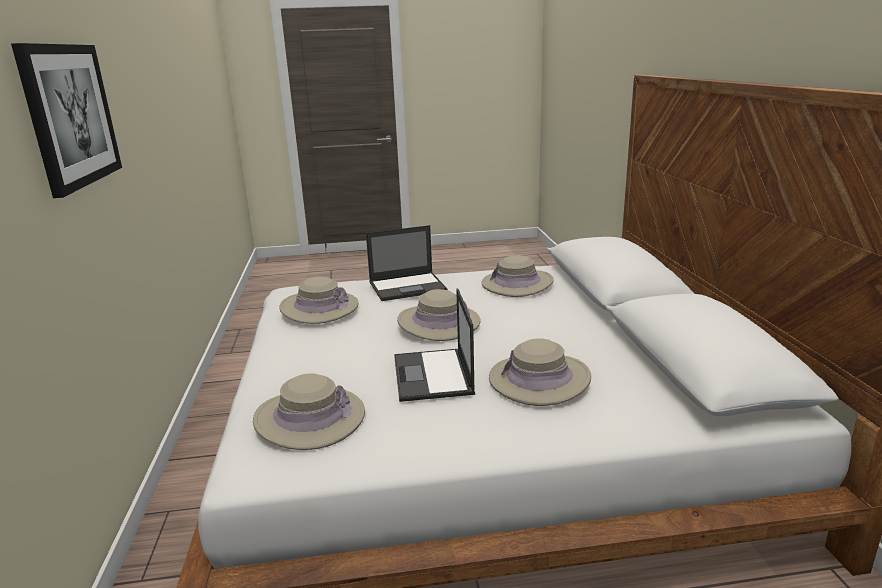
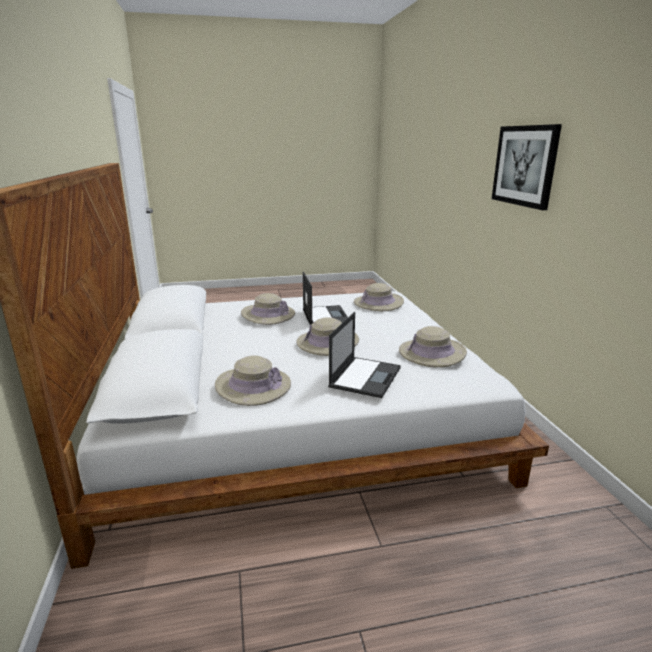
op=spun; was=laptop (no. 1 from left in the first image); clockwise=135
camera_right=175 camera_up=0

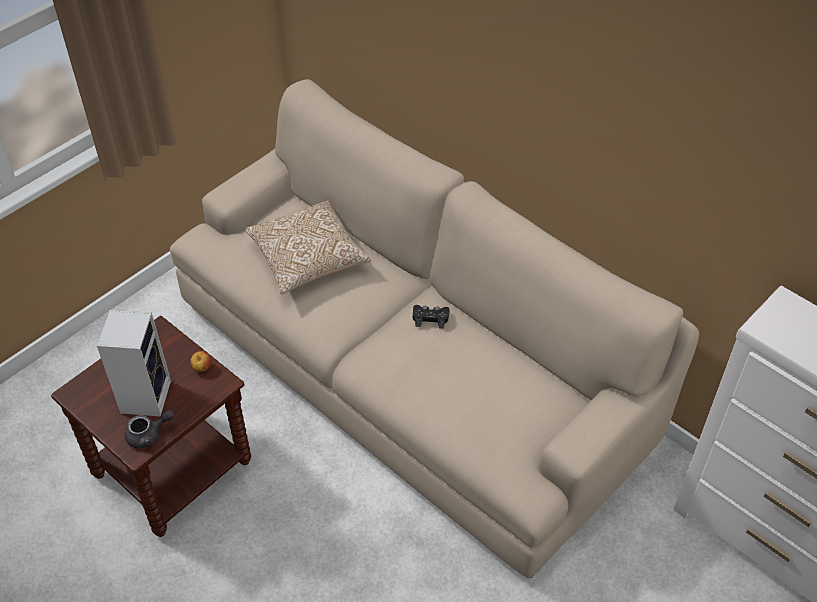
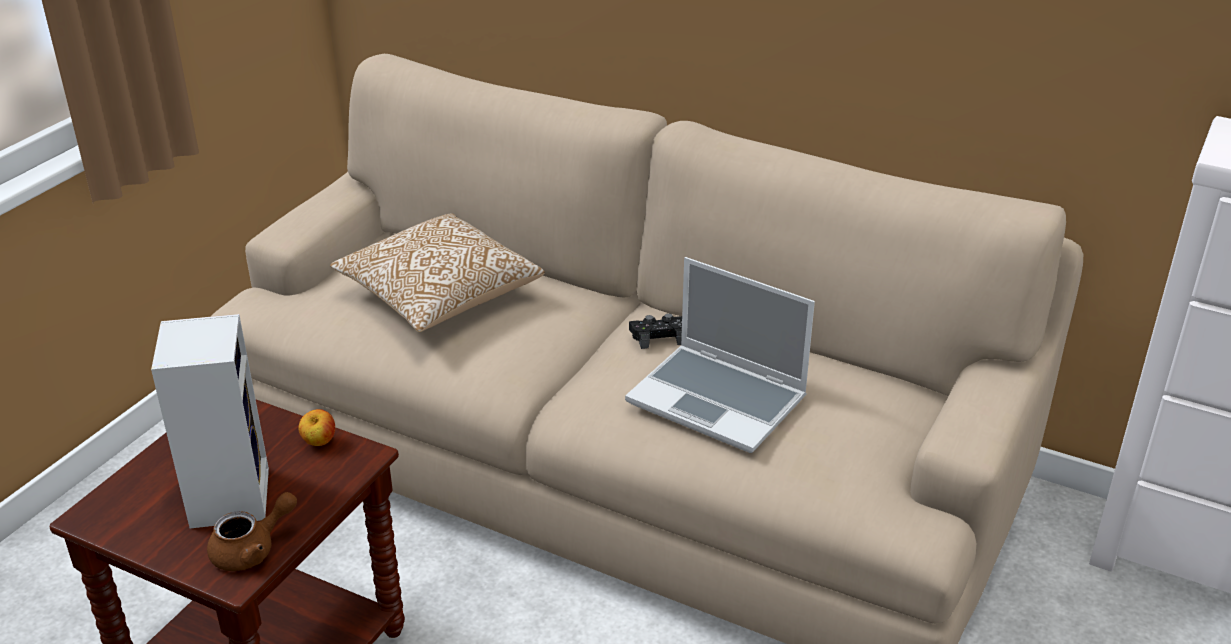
op=colour; was=teapot in greyish; now=teapot in brownish
op=appeared; now=laptop
camera_right=-15 camera_up=-15

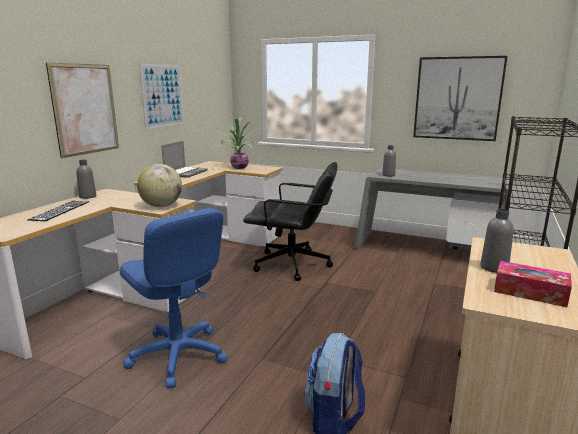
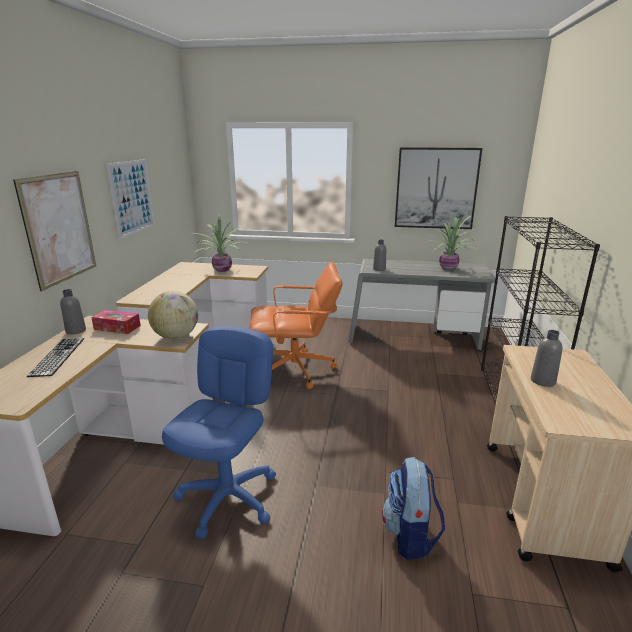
op=spun; was=office chair in blue-coloured; clockwise=-105
op=missing; was=laptop
op=colour; was=office chair in blackish; now=office chair in orangey
op=relocated; was=tissue holder
op=appeared; now=plant in a pot (no. 2 from left)
camera_right=-15 camera_up=5

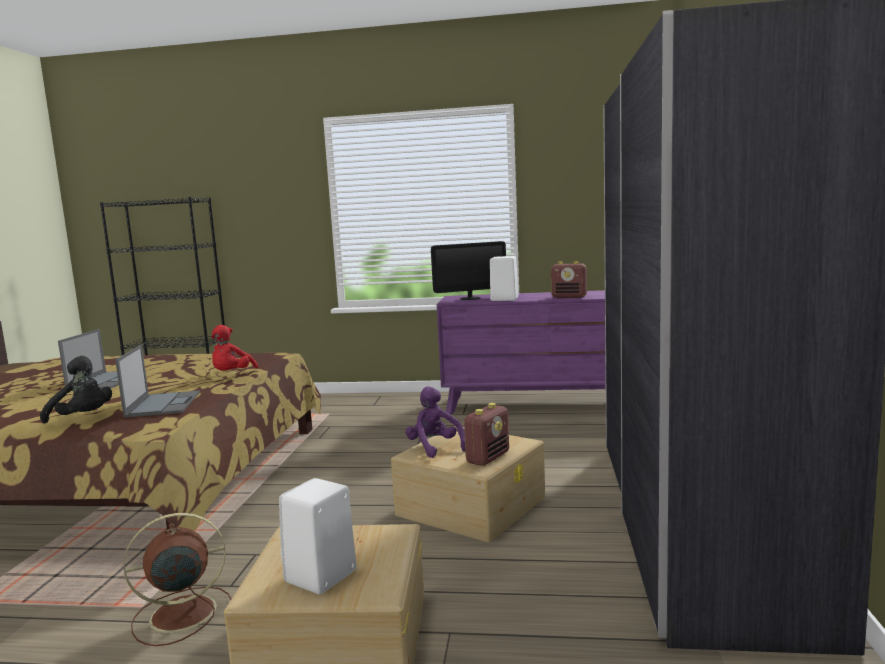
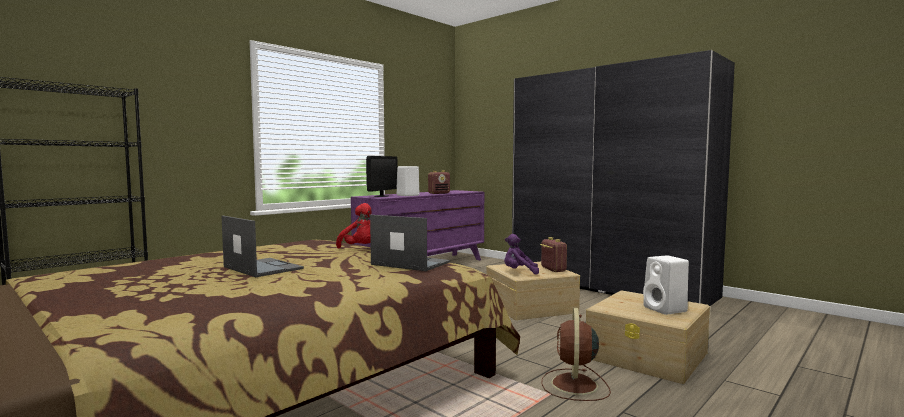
op=missing; was=cuddly toy in blackish
camera_right=-55 camera_up=-5

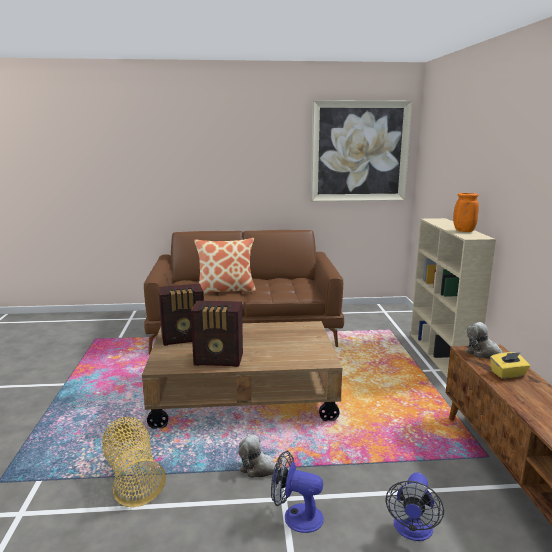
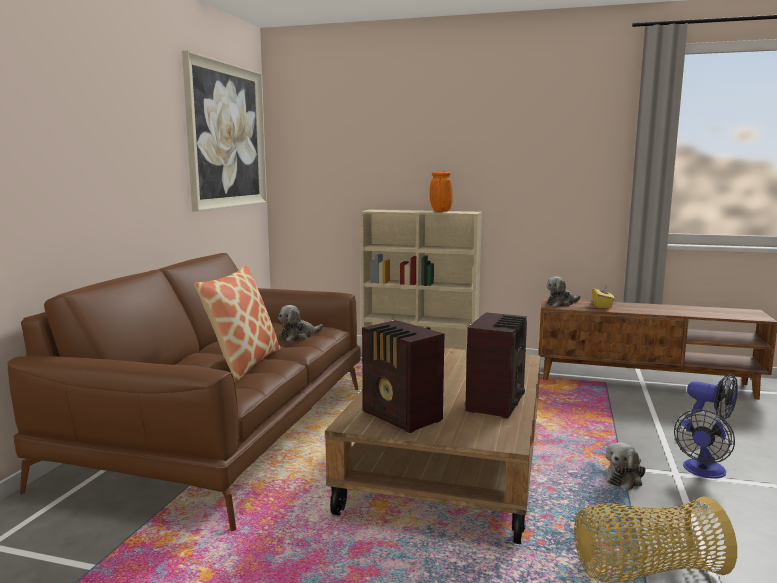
op=spun; was=radio (no. 1 from left); clockwise=135
op=appeared; now=cuddly toy (no. 1 from left)
camera_right=-70 camera_up=-5

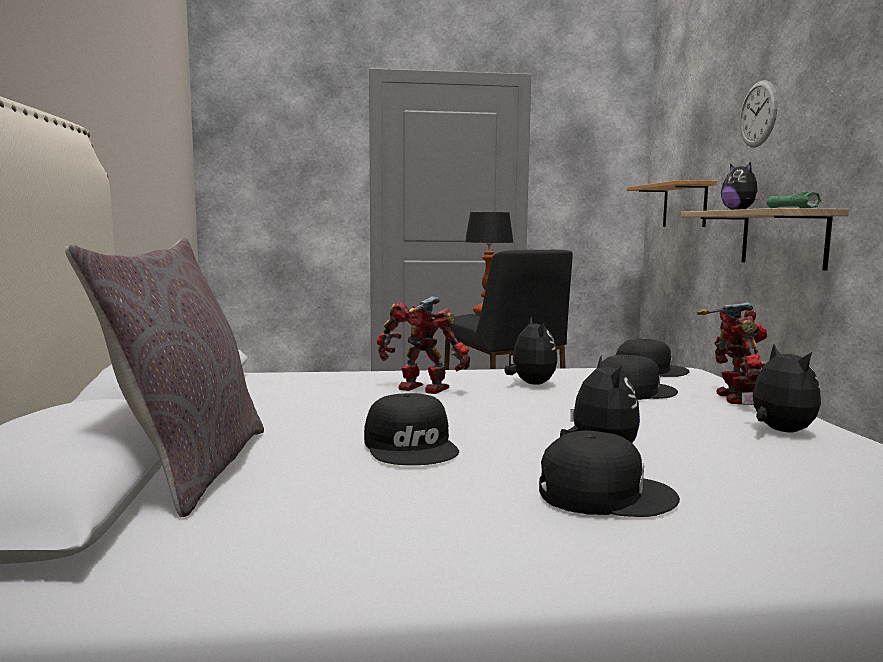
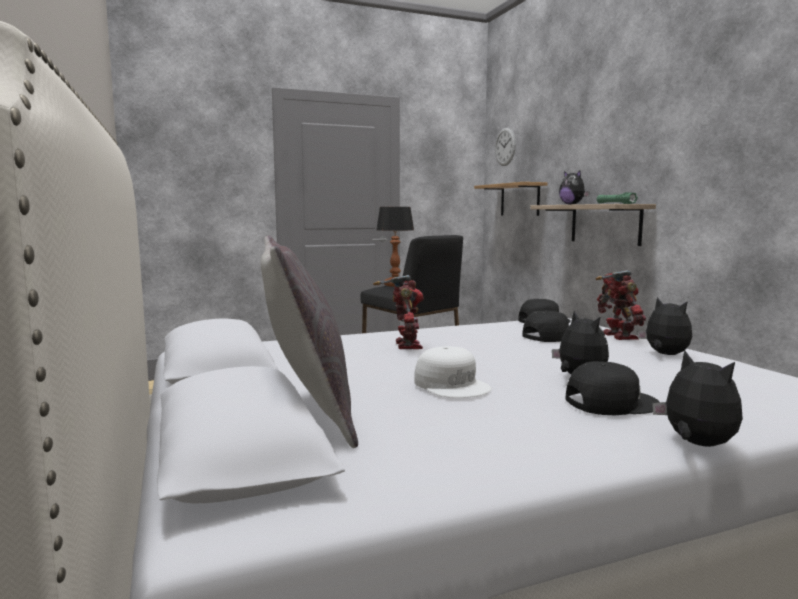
op=colour; was=cap in blackish (no. 1 from left); now=cap in white
op=spun; was=model robot (no. 1 from left); clockwise=75
op=relocated; was=cuddly toy (no. 1 from left in the first image); now=cuddly toy (no. 4 from left)
op=relocated; was=wall clock
camera_right=-15 camera_up=0

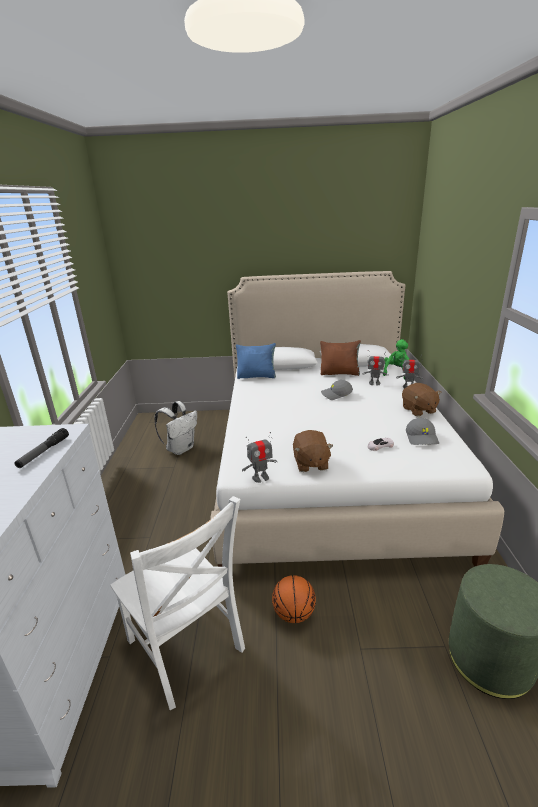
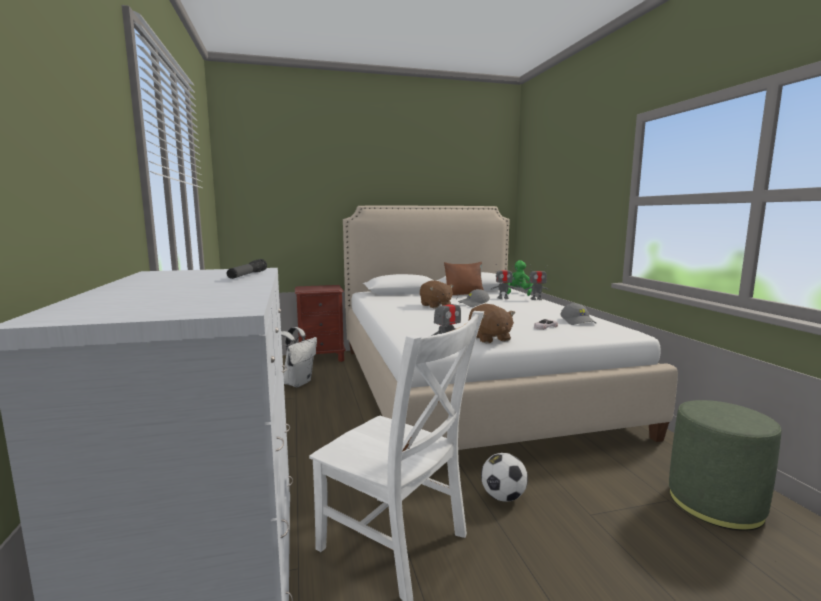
op=missing; was=throw pillow in blue-coloured
op=exchanged; was=ball for basketball; now=football ball
op=relocated; was=cuddly toy in brownish (no. 2 from left in the first image); now=cuddly toy in brownish (no. 1 from left)
op=appeared; now=night table in brownish
camera_right=-15 camera_up=-15

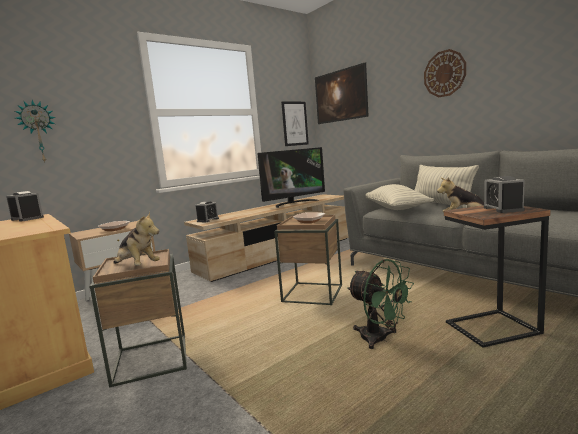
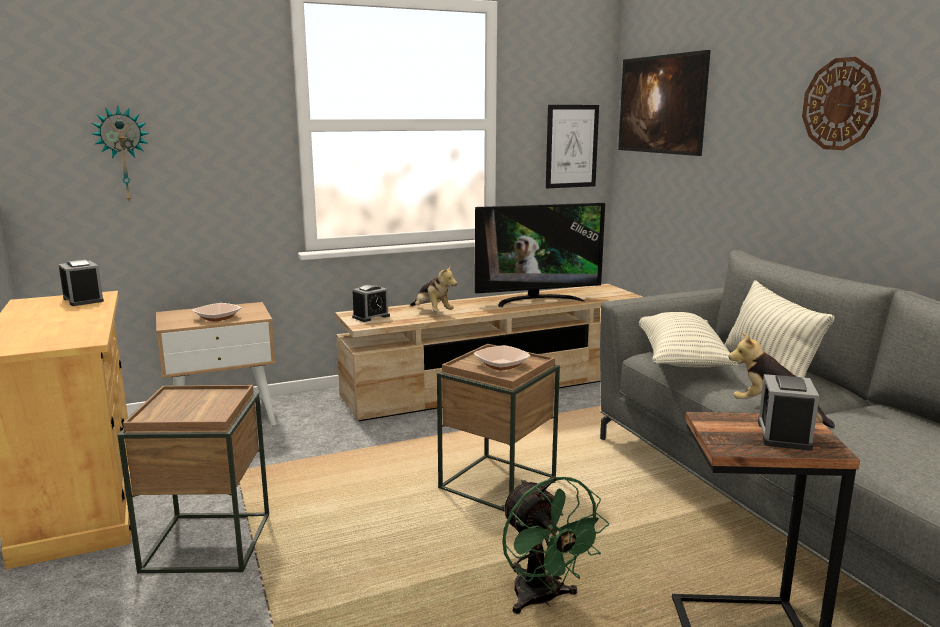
op=relocated; was=cuddly toy (no. 1 from left)
camera_right=15 camera_up=5

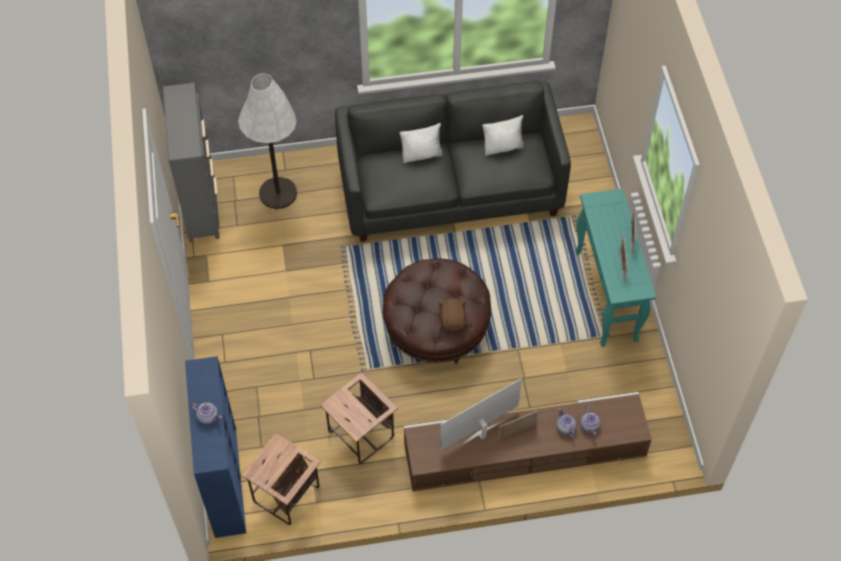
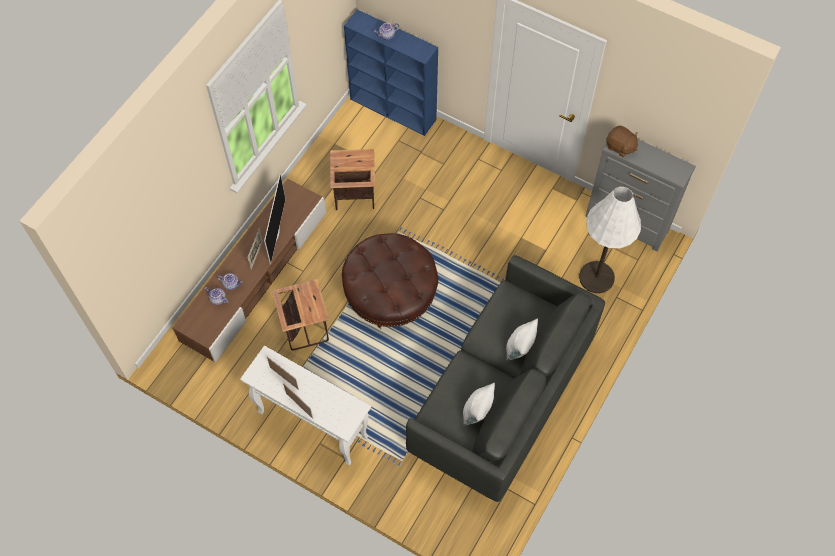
op=relocated; was=side table (no. 1 from left)
op=relocated; was=cuddly toy in brownish
op=colour; was=console table in blue-green; now=console table in white
camera_right=130 camera_up=5

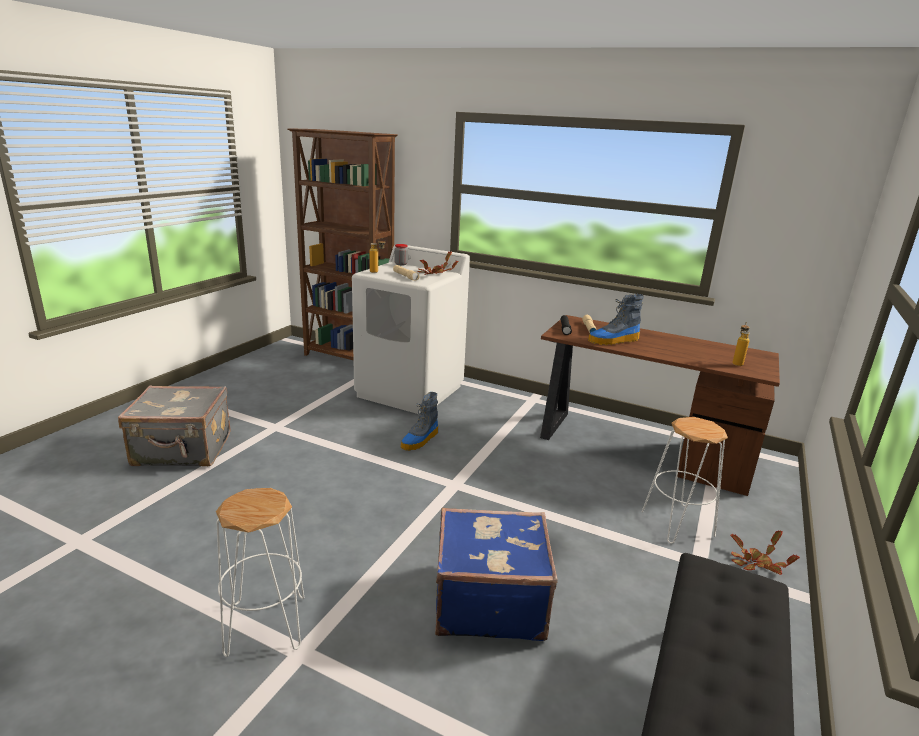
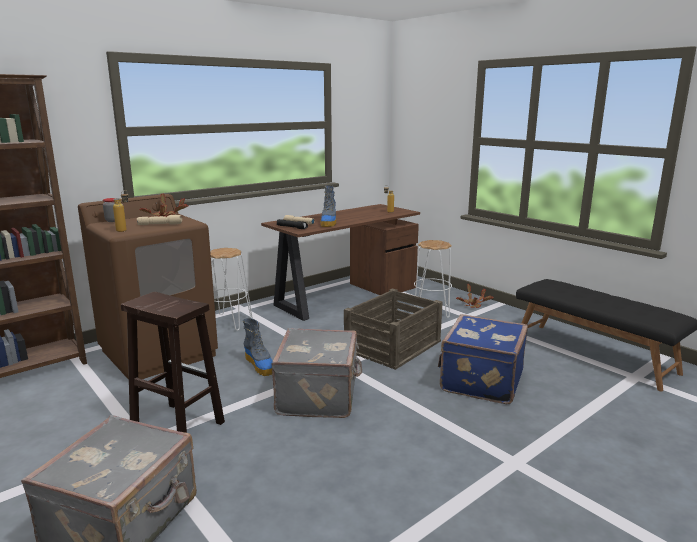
op=relocated; was=stool seat in white (no. 1 from left)
op=colour; was=laundry machine in white; now=laundry machine in brownish
op=appeared; now=stool seat in brownish
op=appeared; now=piece of luggage in greyish (no. 2 from left)
op=appeared; now=shipping crate
camera_right=-65 camera_up=-5

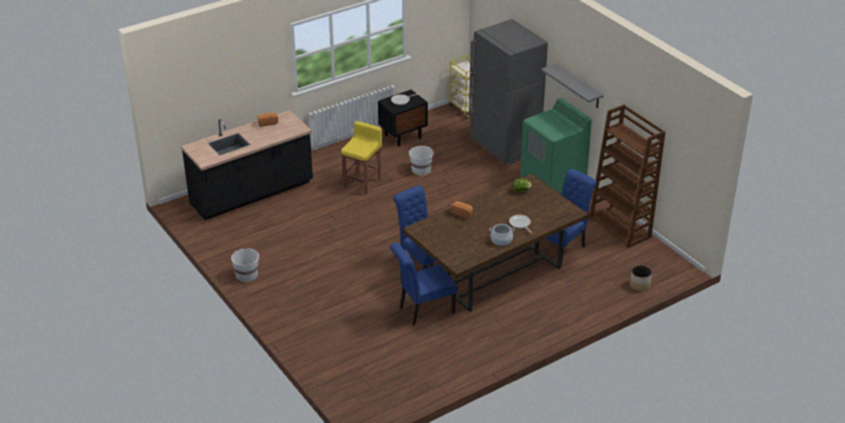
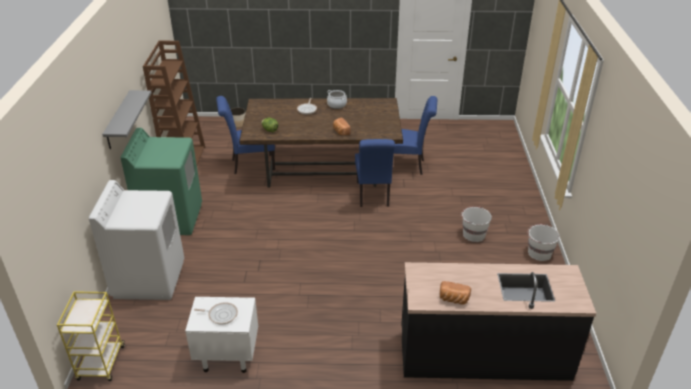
op=missing; was=stool seat in yellow-coloured
op=colour; was=night table in blackish; now=night table in white
op=relocated; was=bucket in white (no. 2 from left in the first image); now=bucket in white (no. 1 from left)
op=exchanged; was=kitchen fridge in greyish; now=laundry machine in white
camera_right=-145 camera_up=0

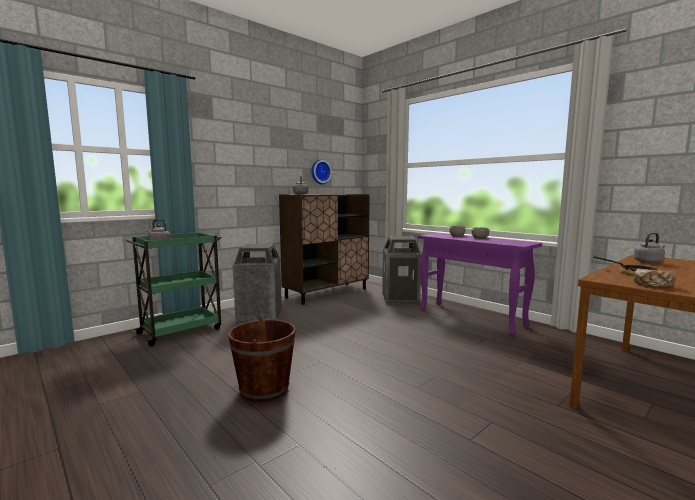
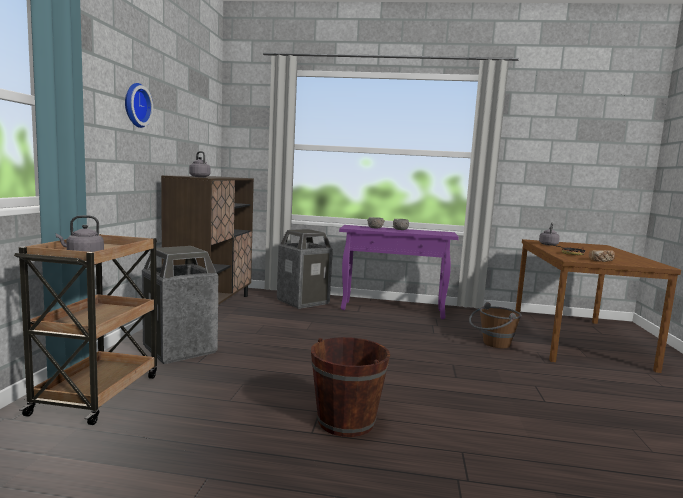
op=colour; was=cart in green-coloured; now=cart in brownish
op=relocated; was=wall clock
op=appeared; now=bucket in brownish (no. 2 from left)
camera_right=-40 camera_up=0

